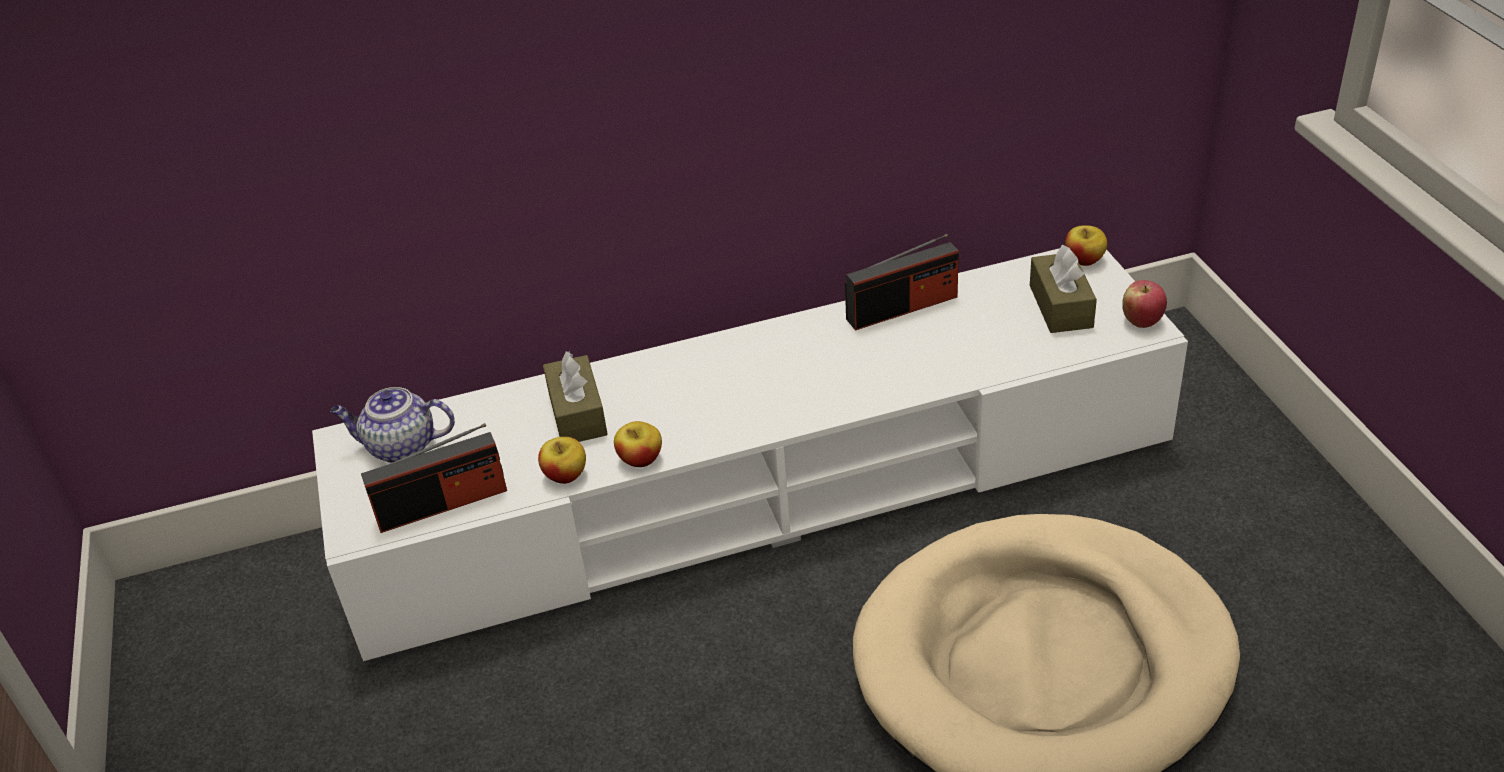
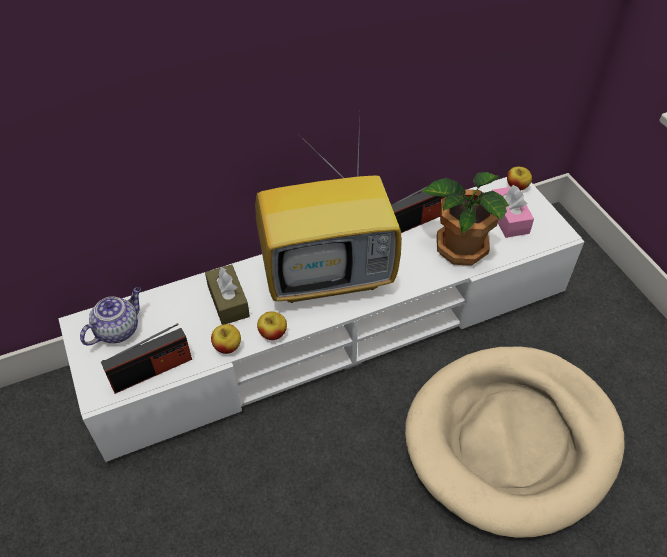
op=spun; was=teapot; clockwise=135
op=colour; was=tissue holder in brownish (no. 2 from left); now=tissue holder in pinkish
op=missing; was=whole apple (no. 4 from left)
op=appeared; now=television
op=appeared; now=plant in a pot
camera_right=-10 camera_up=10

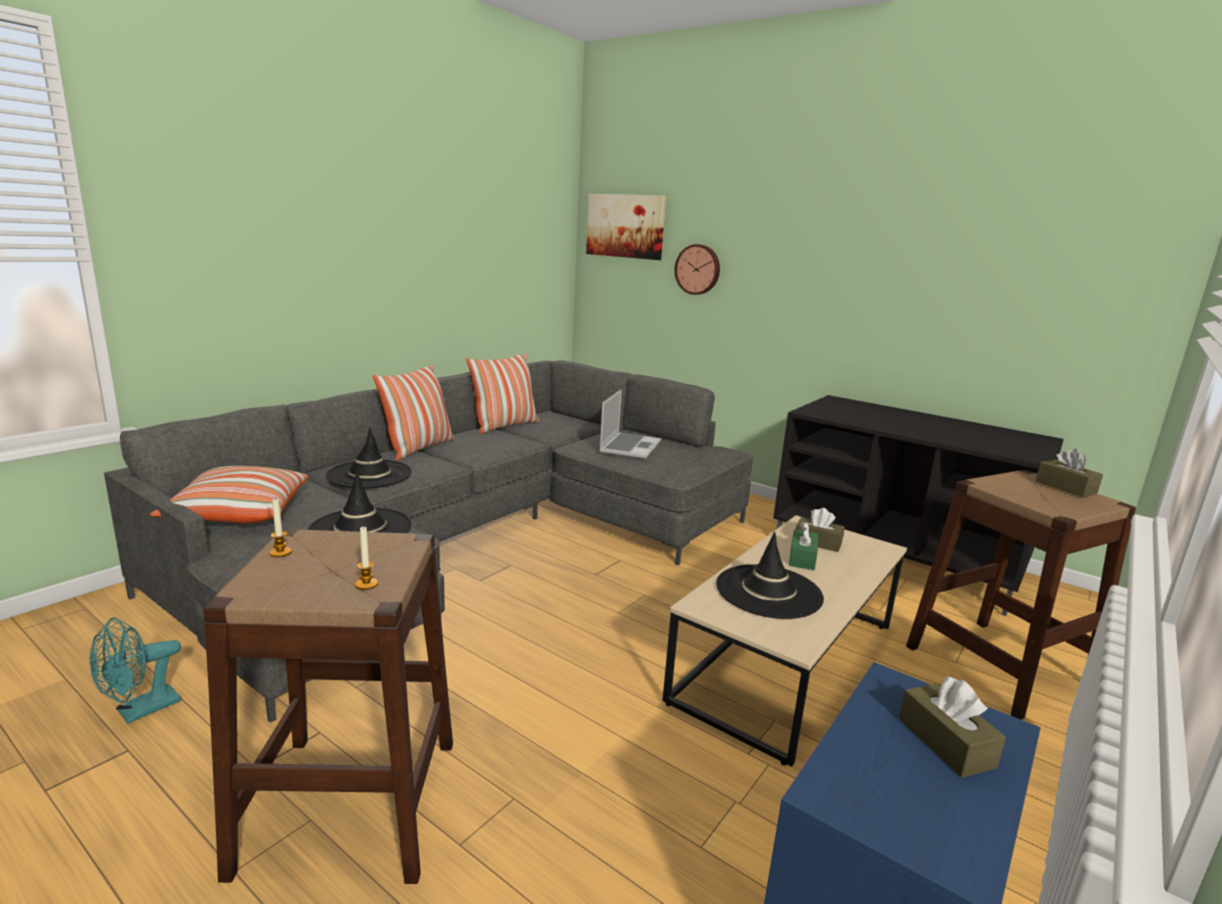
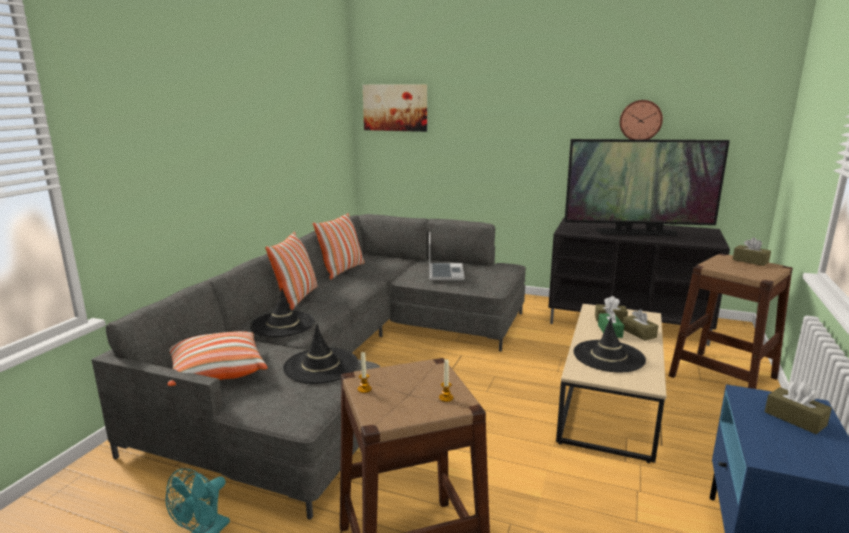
op=relocated; was=wall clock
op=appeared; now=television
op=appeared; now=tissue holder in brownish (no. 2 from left)
camera_right=-15 camera_up=0

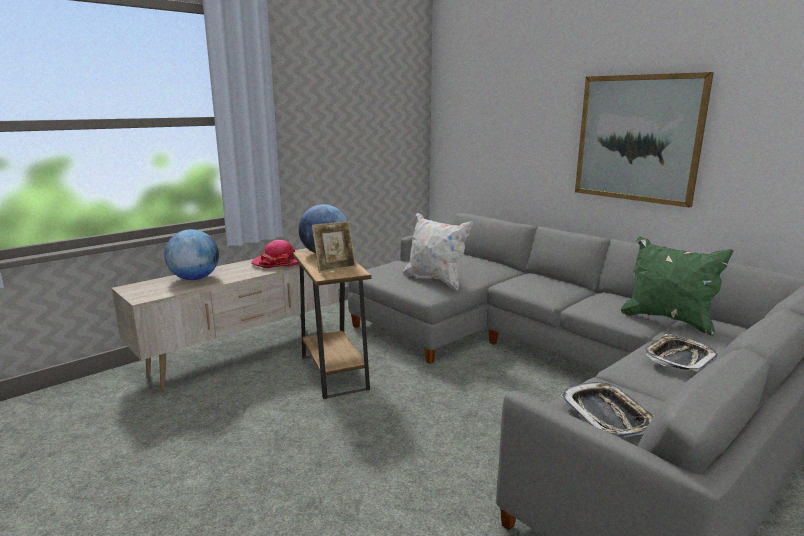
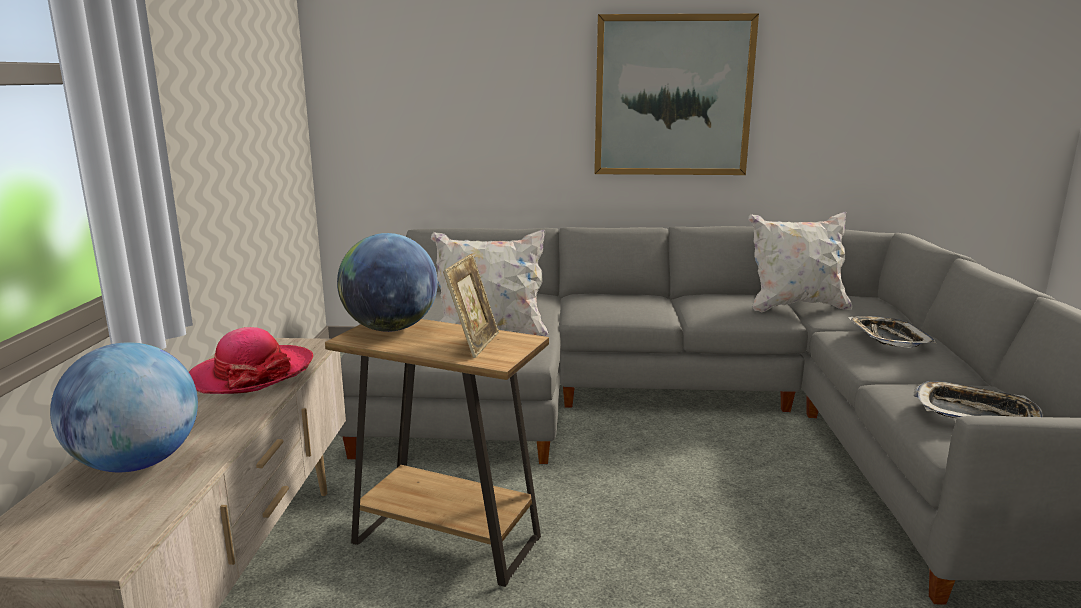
op=colour; was=throw pillow in green-coloured; now=throw pillow in white (no. 2 from left)
camera_right=-45 camera_up=0

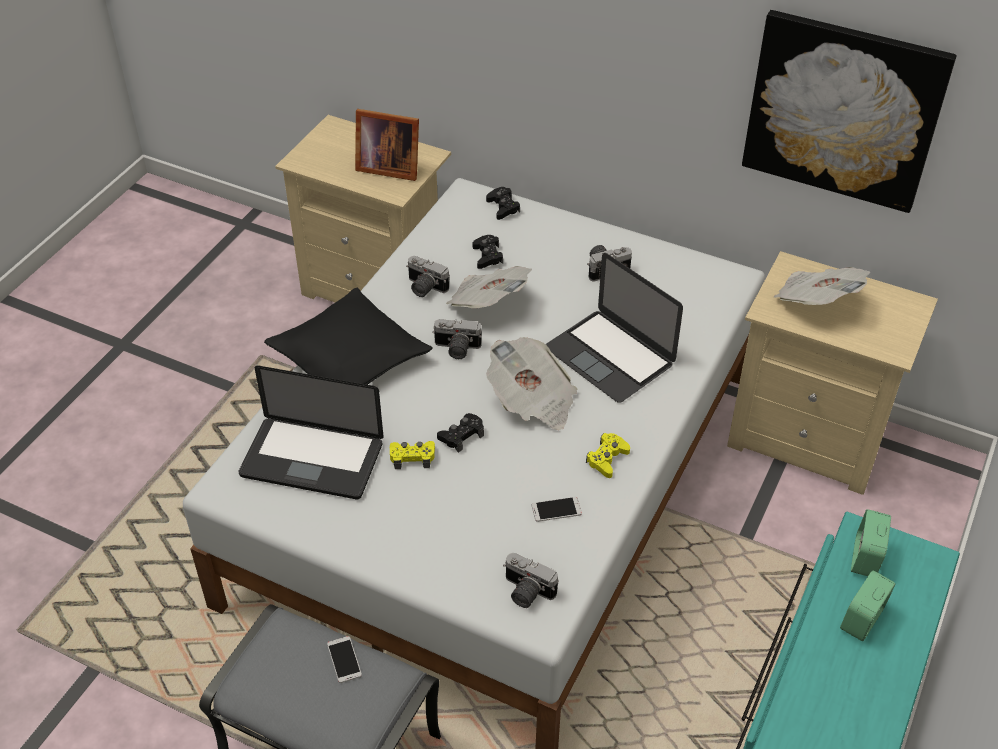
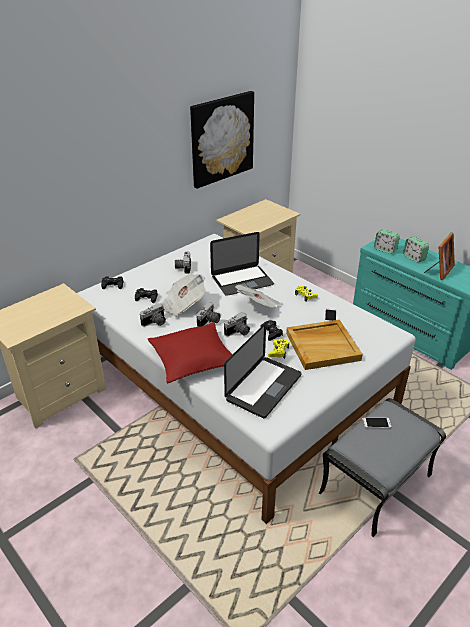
op=colour; was=throw pillow in blackish; now=throw pillow in red-coloured
op=relocated; was=standing frame
op=relocated; was=still camera (no. 3 from left in the first image); now=still camera (no. 4 from left)
op=missing; was=daily paper (no. 3 from left)
op=appeared; now=serving tray in sand-coloured
camera_right=-70 camera_up=-10

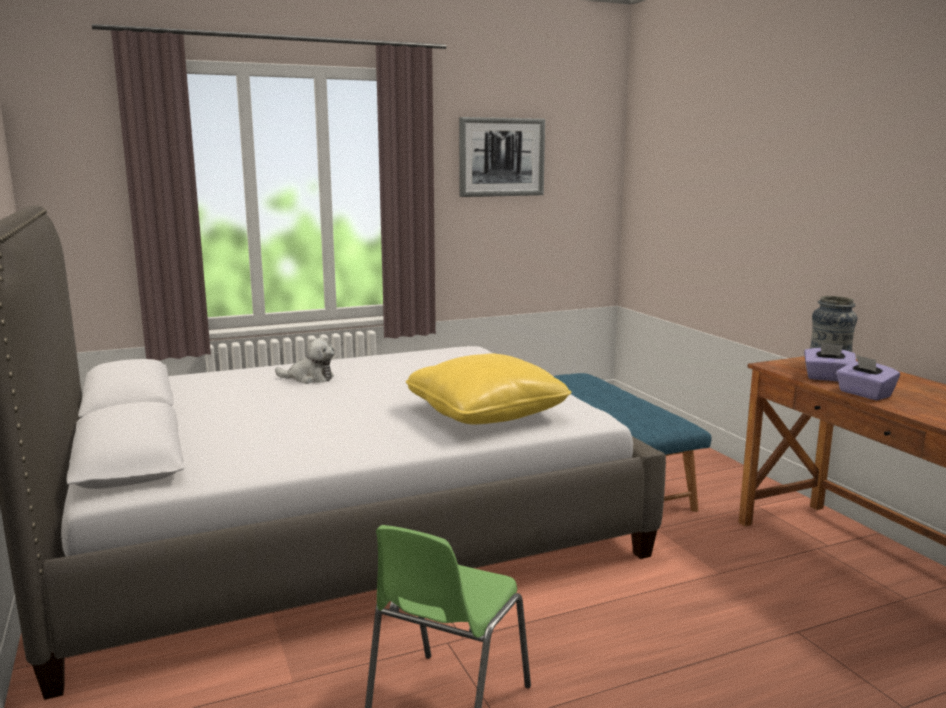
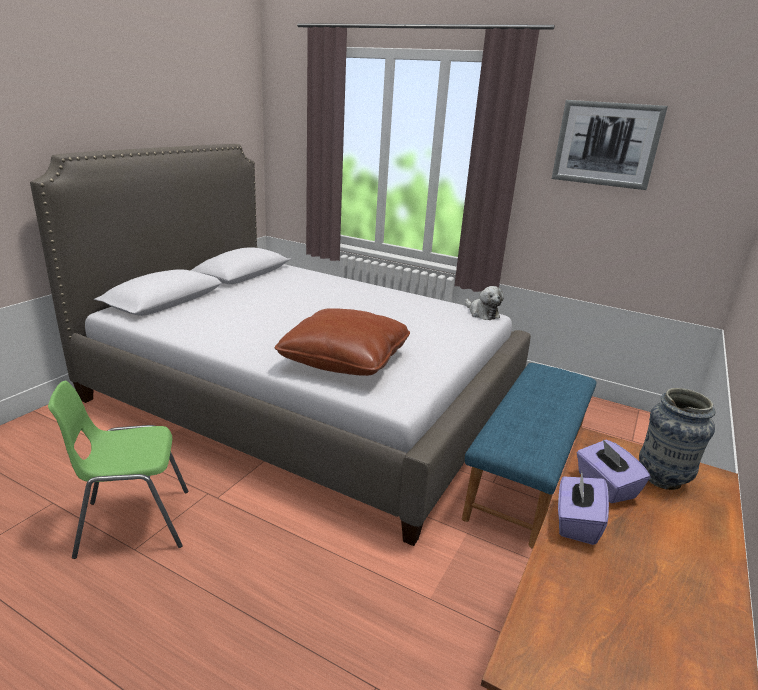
op=relocated; was=cuddly toy
op=colour; was=throw pillow in yellow-coloured; now=throw pillow in brownish
camera_right=50 camera_up=10

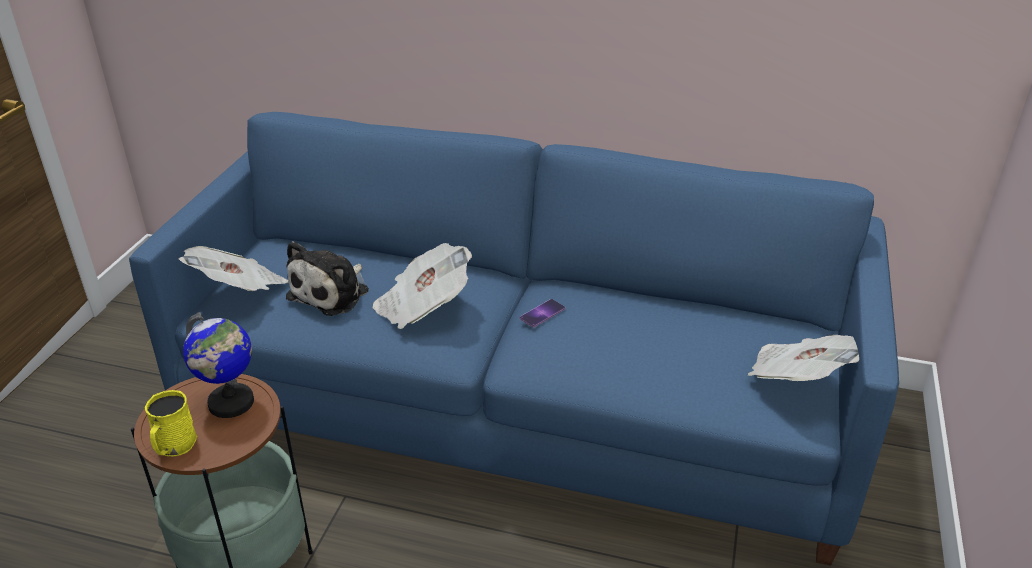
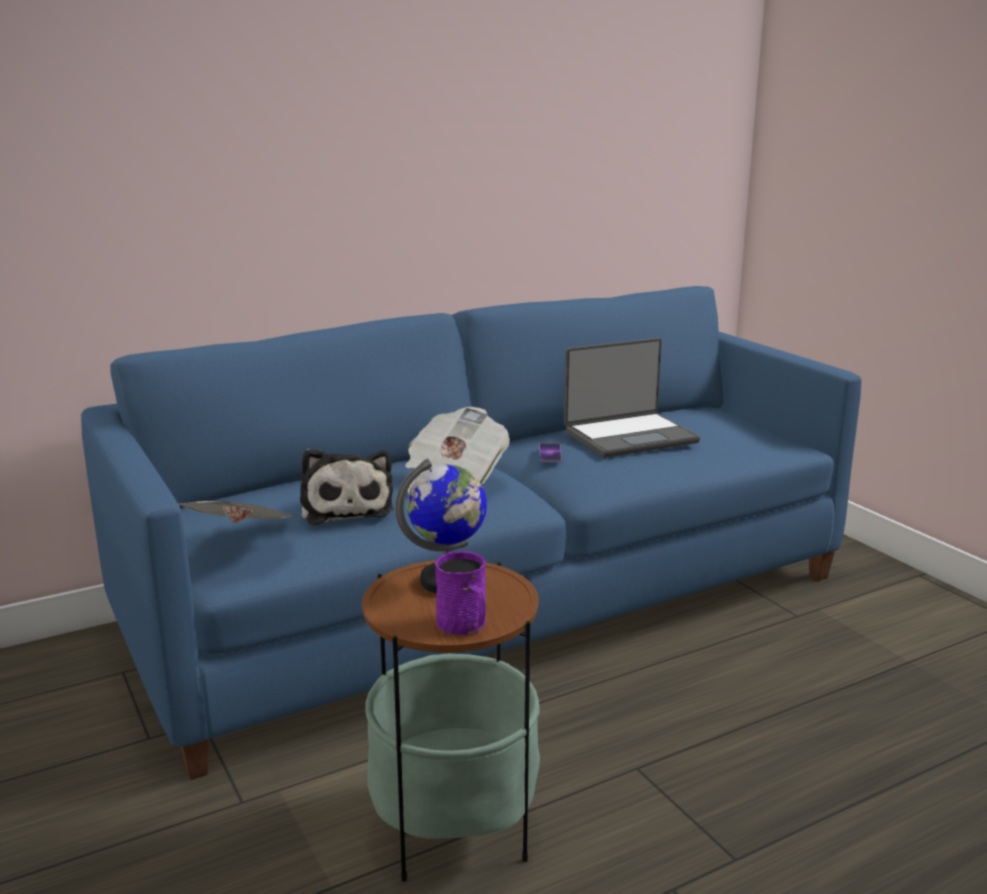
op=colour; was=coffee mug in yellow-coloured; now=coffee mug in purplish
op=missing; was=daily paper (no. 3 from left)
op=appeared; now=laptop
camera_right=-45 camera_up=-15

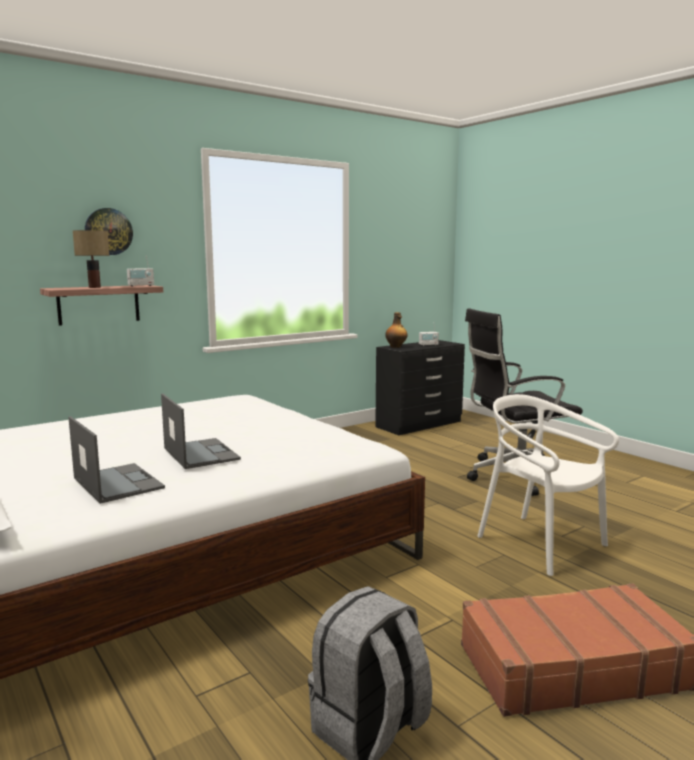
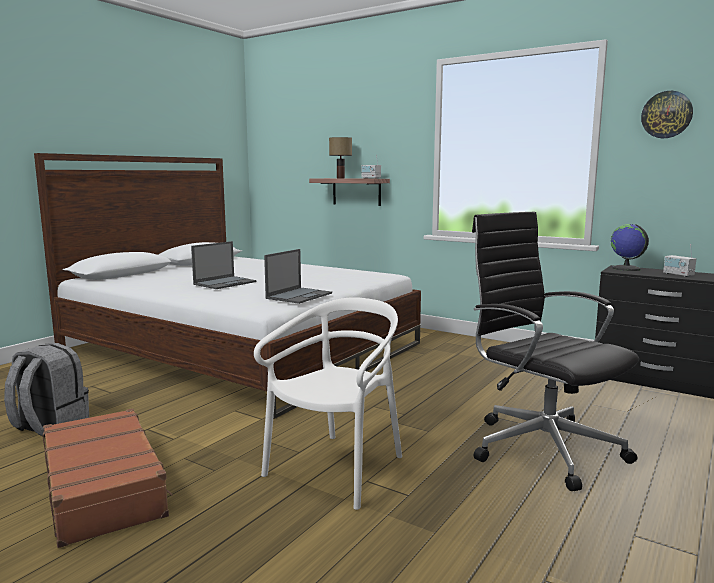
op=relocated; was=laptop (no. 1 from left in the first image); now=laptop (no. 2 from left)
op=relocated; was=wall clock
op=exchanged; was=bottle; now=desk globe
camera_right=70 camera_up=0

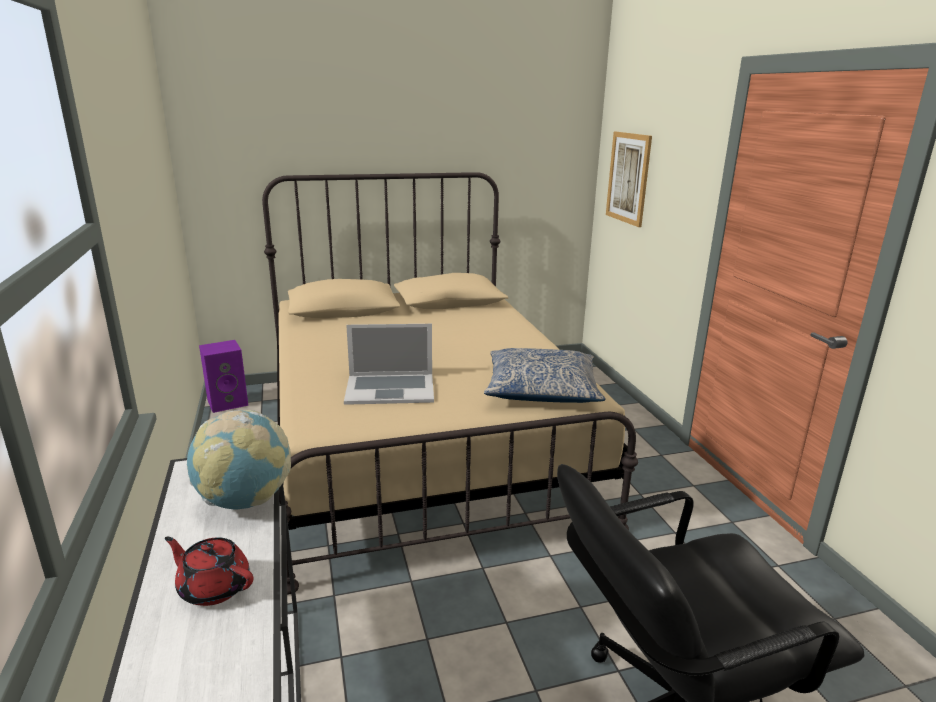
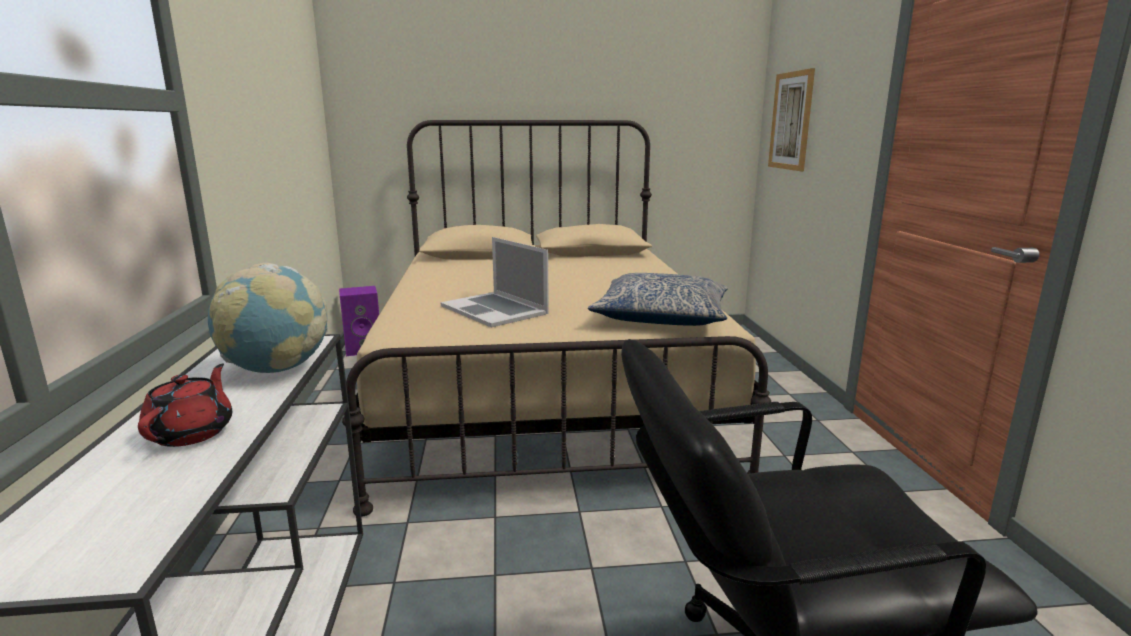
op=spun; was=teapot in red-coloured; clockwise=60
op=spun; was=laptop; clockwise=45
camera_right=10 camera_up=-5

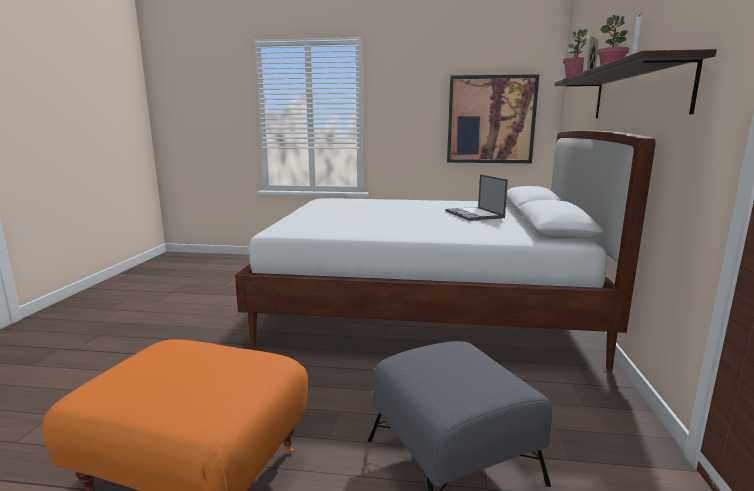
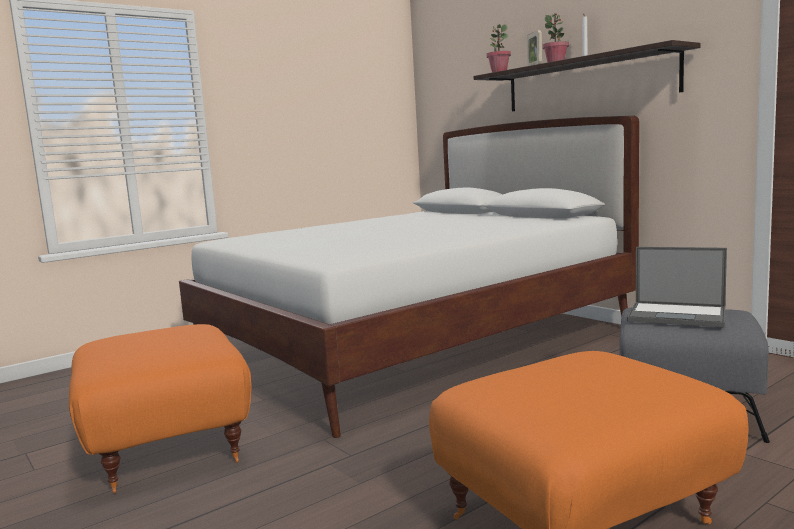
op=relocated; was=laptop
op=missing; was=wall art
op=appeared; now=pouffe in orangey (no. 1 from left)
camera_right=-45 camera_up=-5

